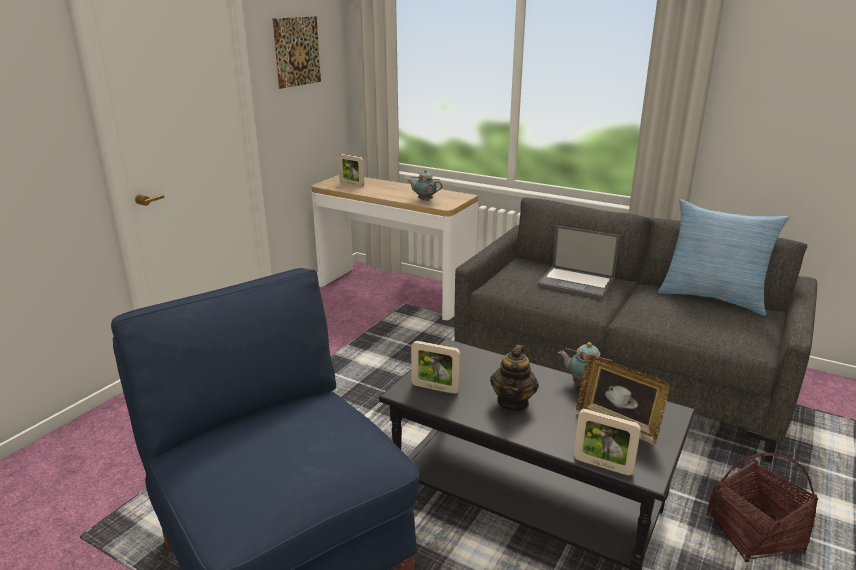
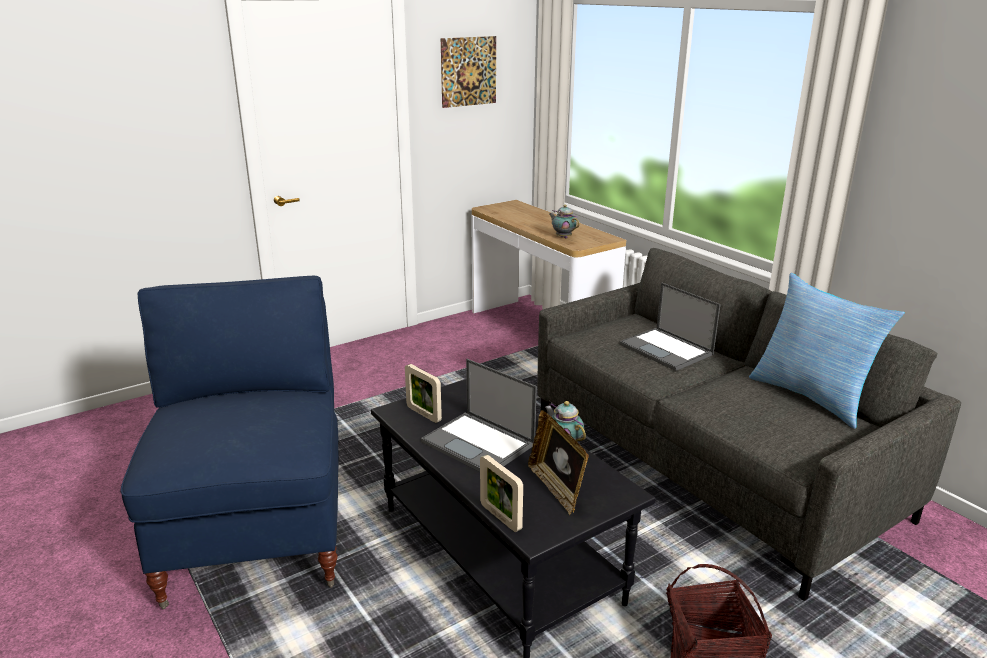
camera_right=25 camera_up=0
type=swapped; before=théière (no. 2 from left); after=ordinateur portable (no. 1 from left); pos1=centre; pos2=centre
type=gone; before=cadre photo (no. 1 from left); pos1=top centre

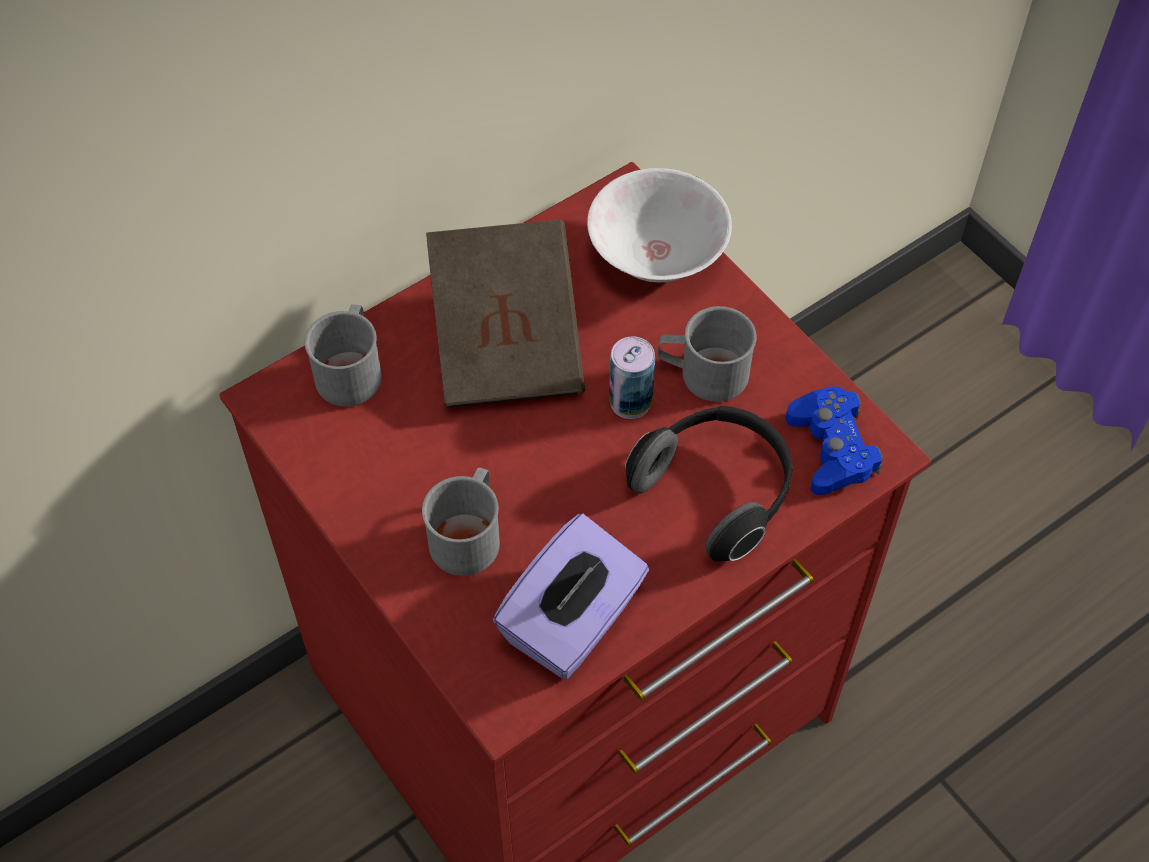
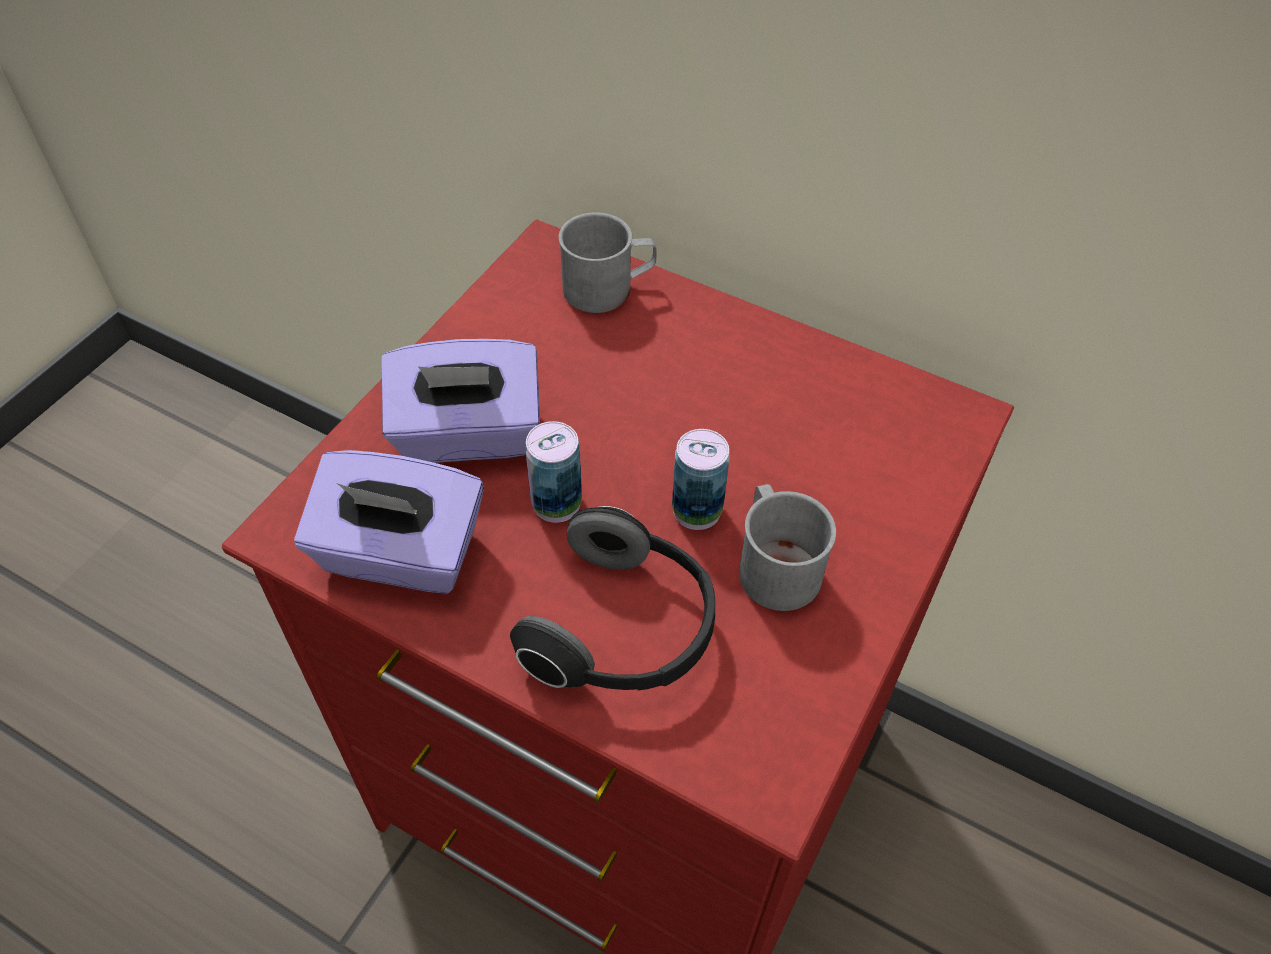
camera_right=65 camera_up=-5
type=swapped; before=mug [gris] (no. 2 from left); after=boîte à mouchoirs [violet] (no. 2 from left); pos1=centre; pos2=centre
type=new; after=boîte métallique (no. 1 from left); pos2=centre
type=gone; before=livre [marron]; pos1=centre
type=gone; before=bol [blanc]; pos1=top centre
type=gone; before=manette [bleu]; pos1=middle right

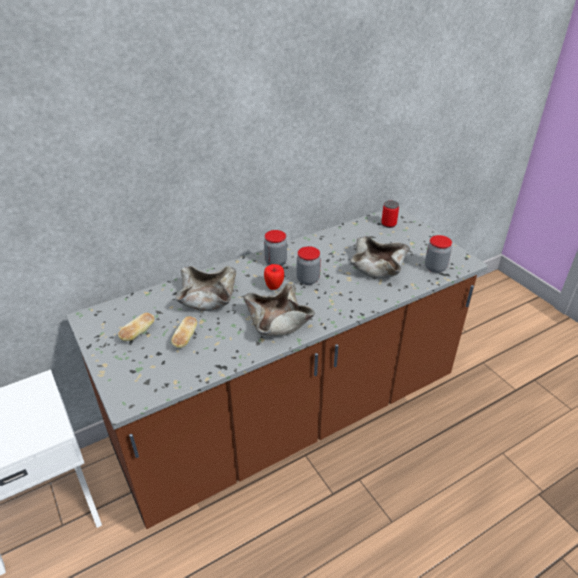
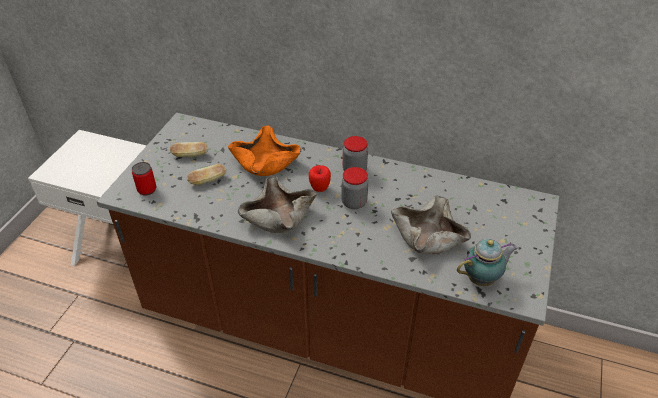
camera_right=50 camera_up=5
type=shifted; before=boîte métallique; pos1=middle right; pos2=middle left
type=repainted; before=bol [beige] (no. 1 from left); after=bol [orange]; pos1=centre; pos2=centre
type=swapped; before=bocal (no. 3 from left); after=théière; pos1=middle right; pos2=middle right

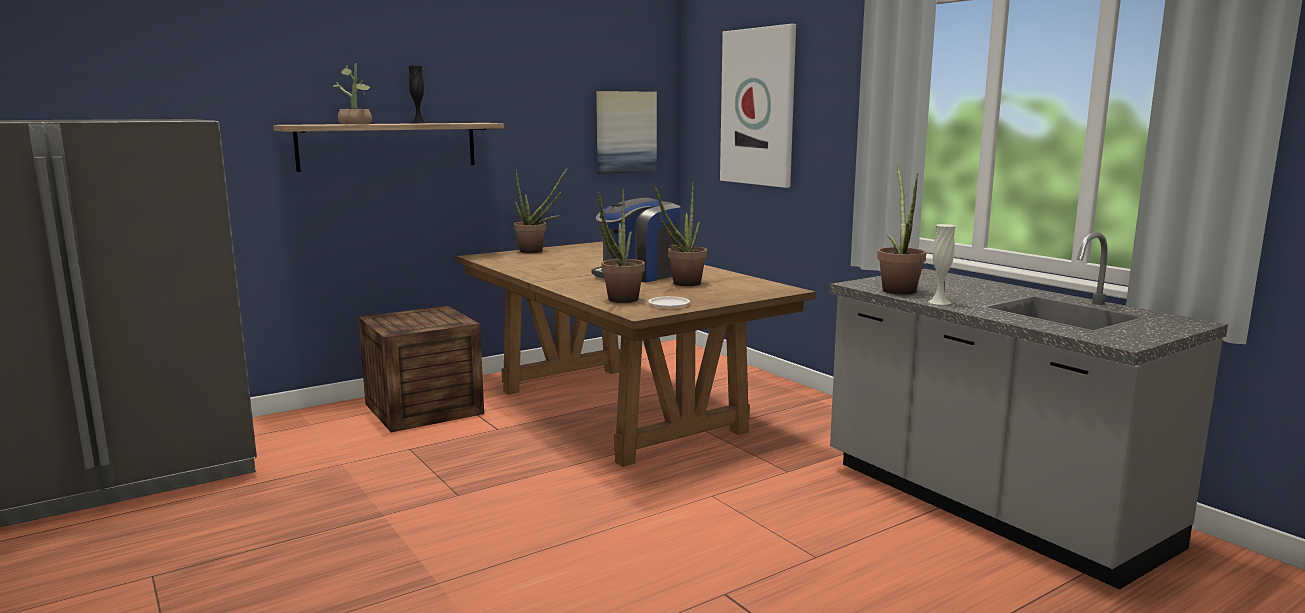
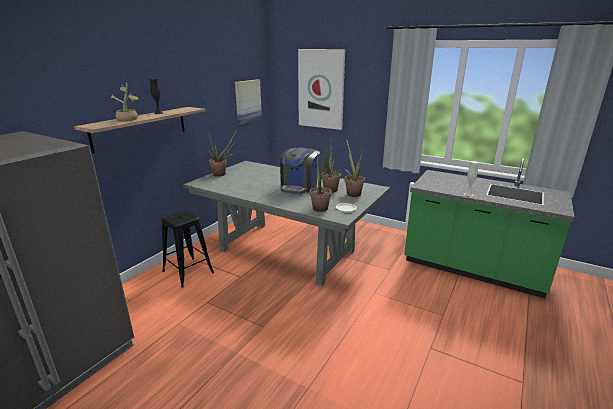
camera_right=-25 camera_up=10
type=swapped; before=caisse; after=tabouret [noir]; pos1=middle left; pos2=middle left
type=repainted; before=table à manger [marron]; after=table à manger [gris]; pos1=centre; pos2=centre
type=shifted; before=plante en pot (no. 5 from left); pos1=middle right; pos2=centre
type=repainted; before=comptoir de cuisine [gris]; after=comptoir de cuisine [vert]; pos1=bottom right; pos2=middle right

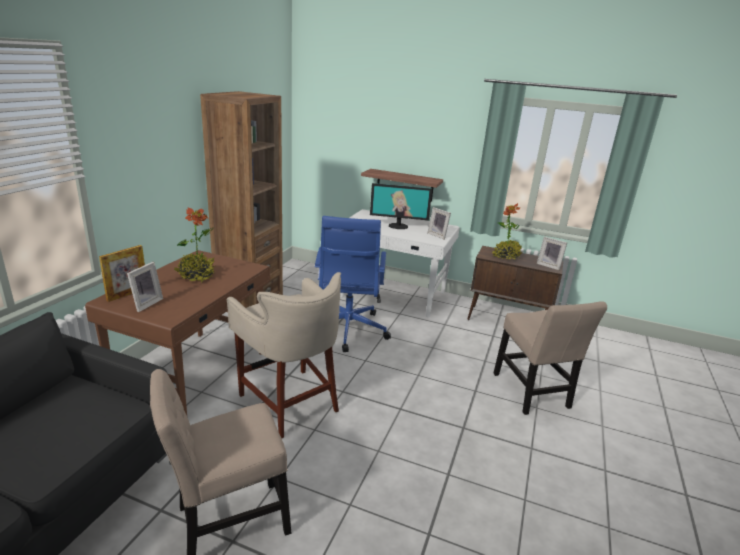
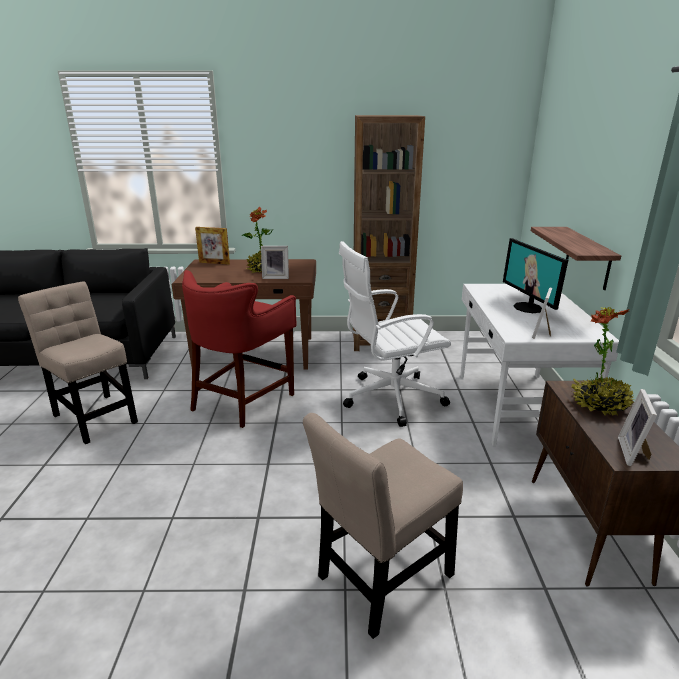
camera_right=70 camera_up=0
type=repainted; before=tabouret [beige]; after=tabouret [rouge]; pos1=centre; pos2=centre
type=shifted; before=cadre photo (no. 2 from left); pos1=middle left; pos2=centre
type=repainted; before=chaise de bureau [bleu]; after=chaise de bureau [blanc]; pos1=centre; pos2=centre

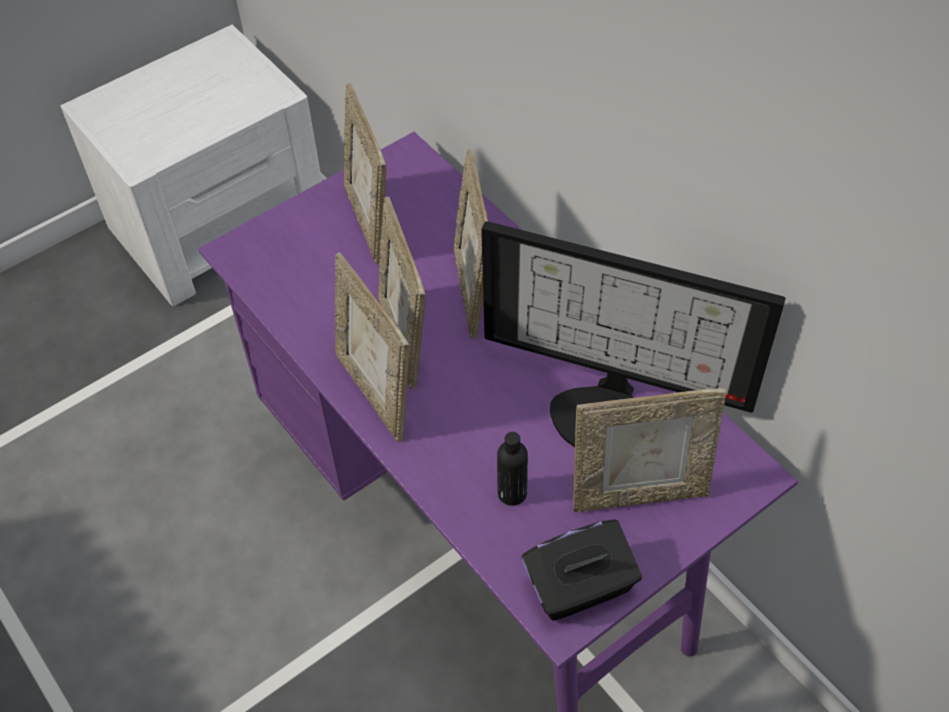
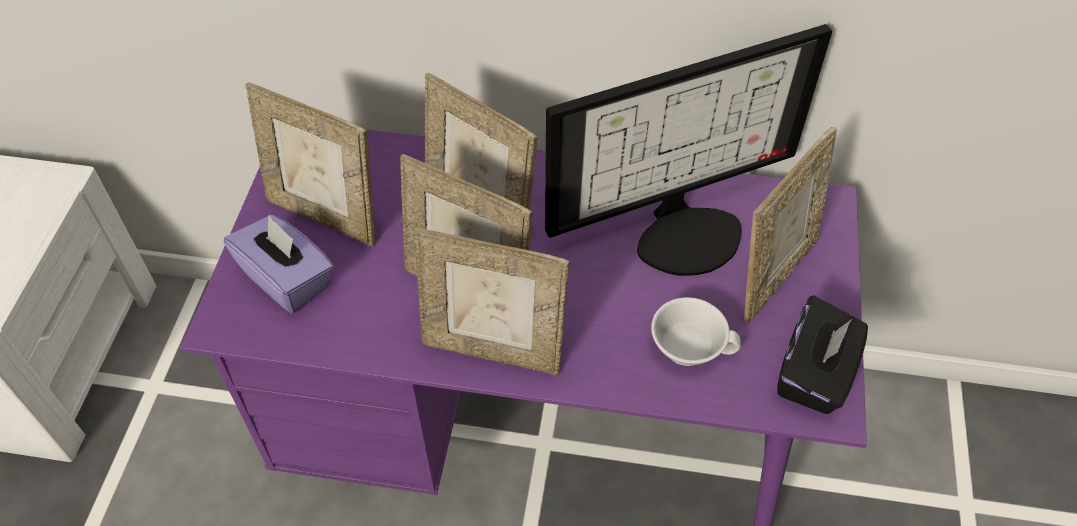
camera_right=-45 camera_up=0
type=new; after=boîte à mouchoirs [violet]; pos2=middle left
type=swapped; before=bouteille [noir]; after=tasse [blanc]; pos1=centre; pos2=centre

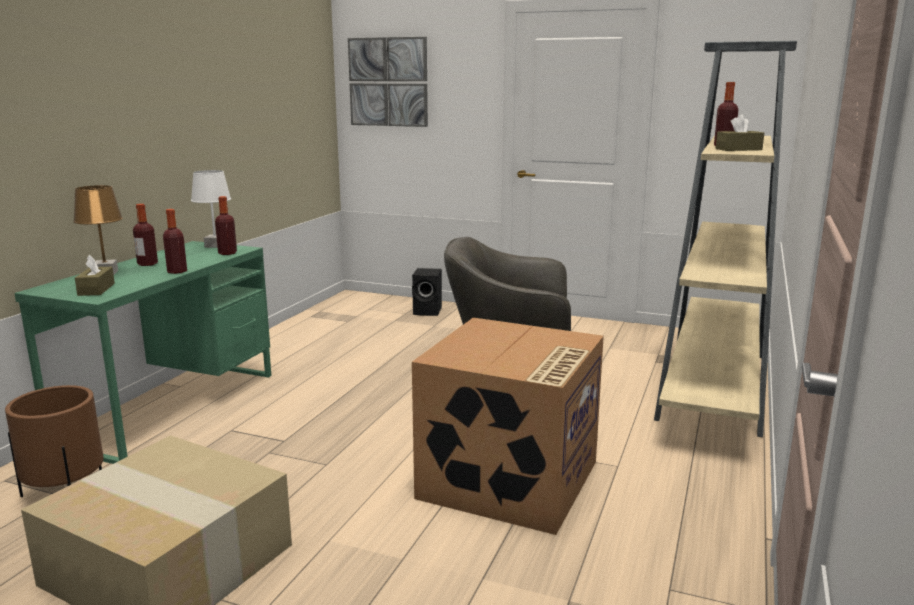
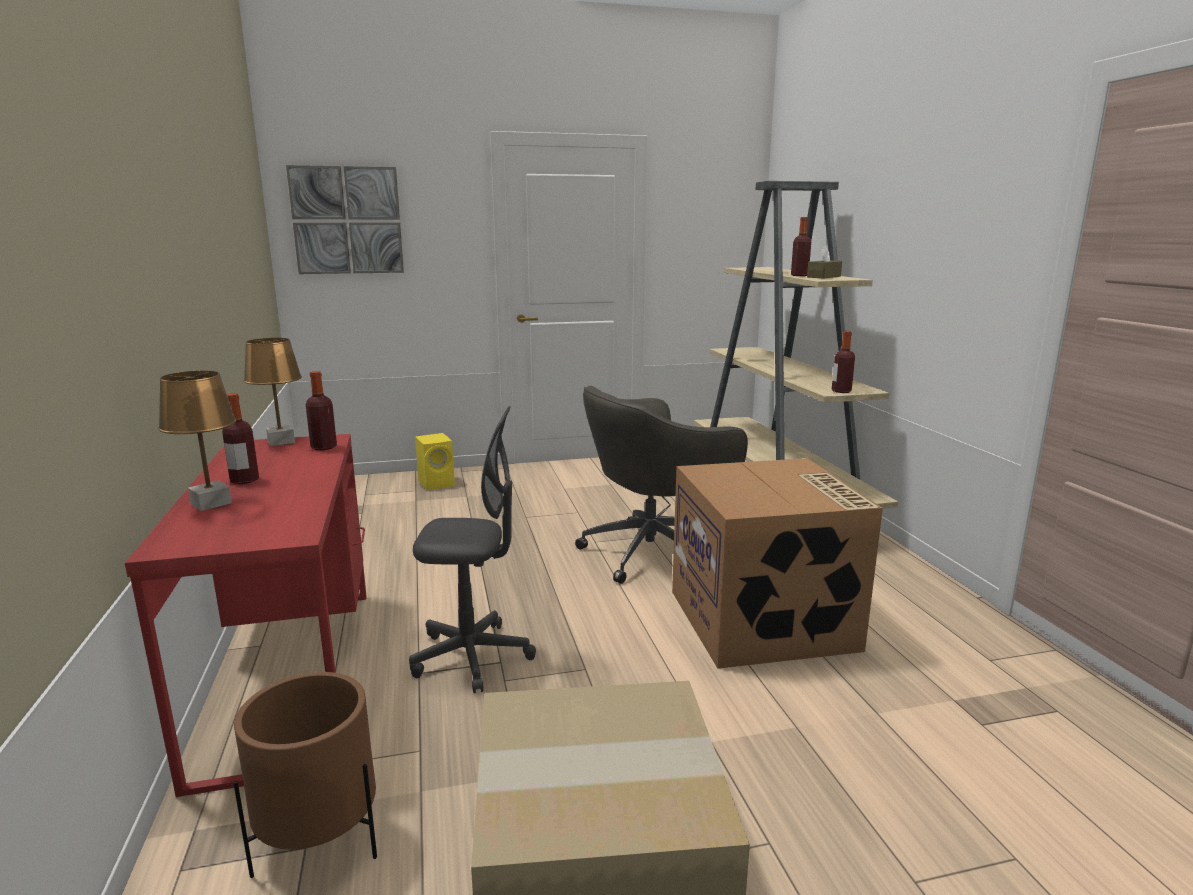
camera_right=-35 camera_up=0
type=repainted; before=bureau [vert]; after=bureau [rouge]; pos1=middle left; pos2=bottom left
type=repainted; before=lampe de table [blanc]; after=lampe de table [marron] (no. 2 from left); pos1=middle left; pos2=middle left
type=new; after=chaise de bureau [gris] (no. 1 from left); pos2=centre
type=repainted; before=enceinte [noir]; after=enceinte [jaune]; pos1=centre; pos2=centre
type=shifted; before=bouteille (no. 2 from left in the first image); after=bouteille (no. 4 from left); pos1=middle left; pos2=middle right
type=gone; before=boîte à mouchoirs [marron] (no. 1 from left); pos1=middle left

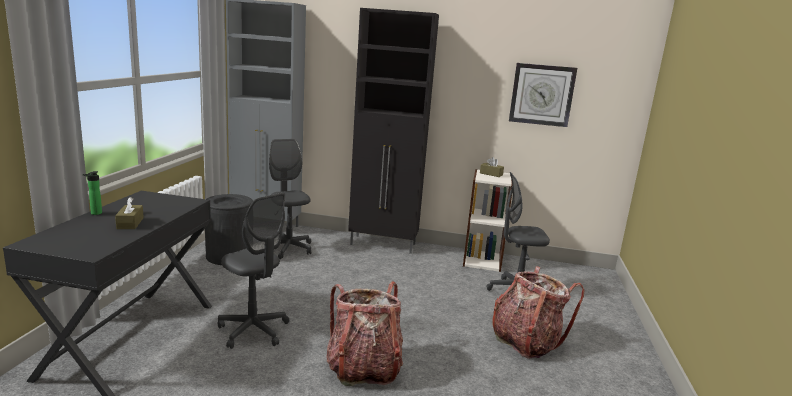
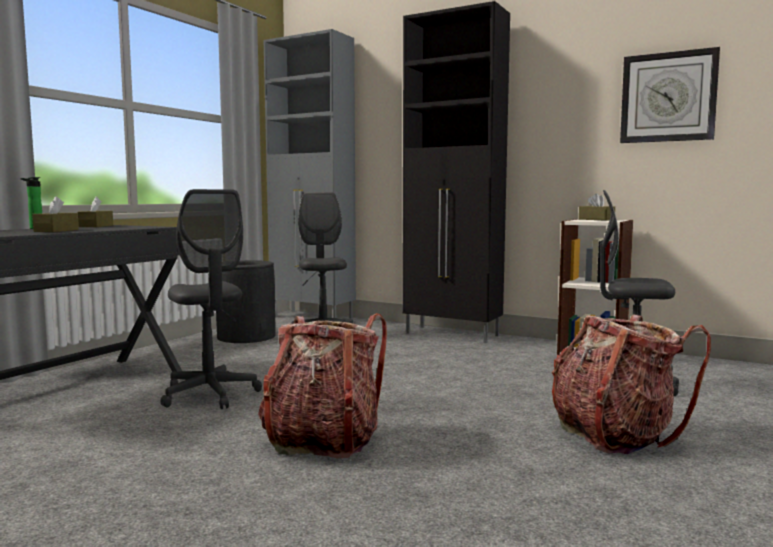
camera_right=20 camera_up=-10
type=new; after=boîte à mouchoirs [marron] (no. 2 from left); pos2=middle left

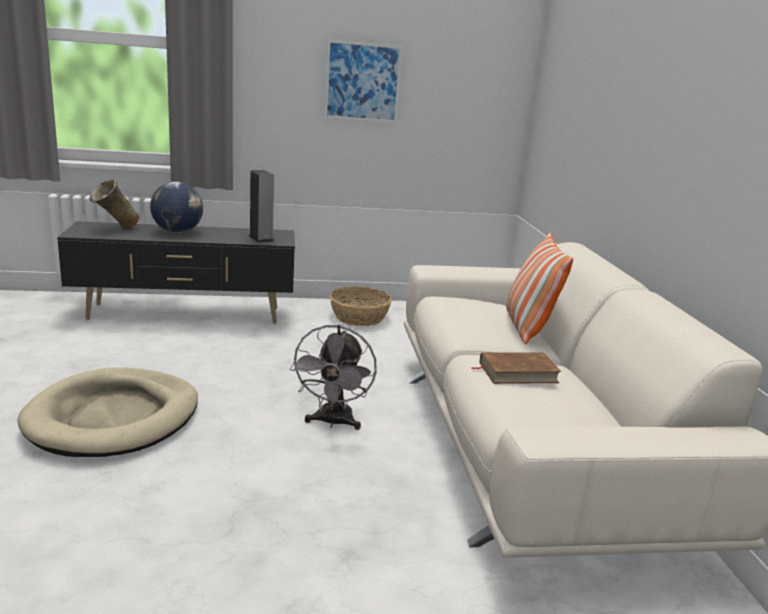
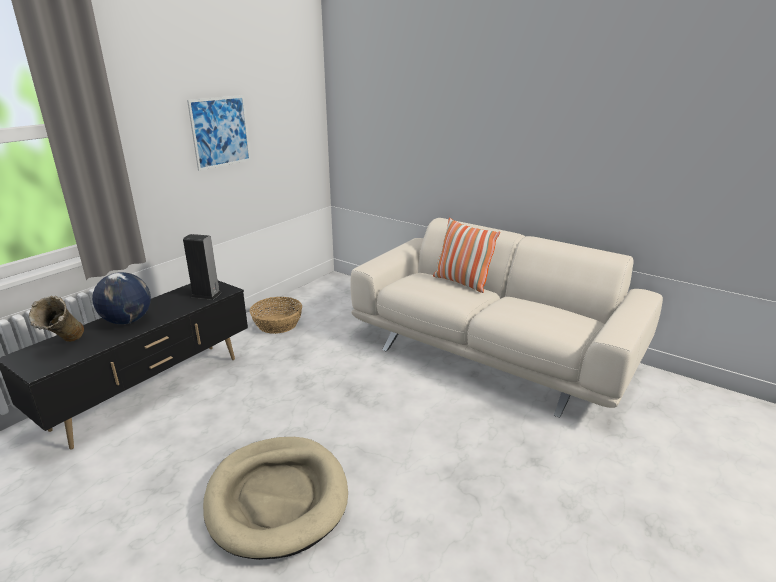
camera_right=-45 camera_up=5
type=gone; before=ventilateur [gris]; pos1=centre
type=gone; before=livre [marron]; pos1=middle right

